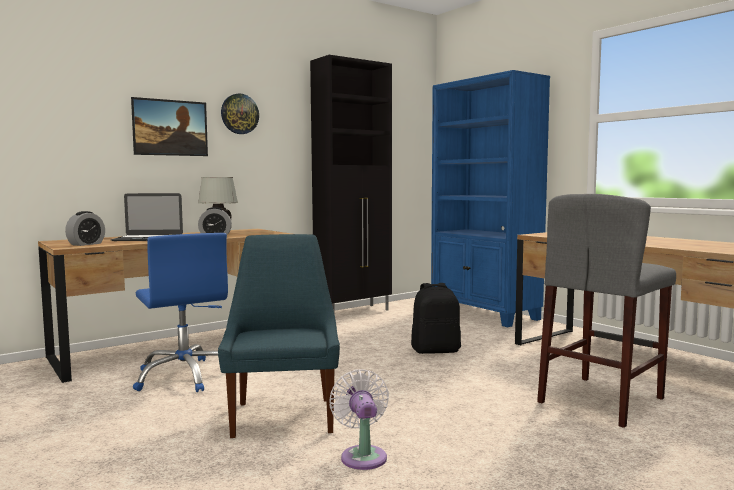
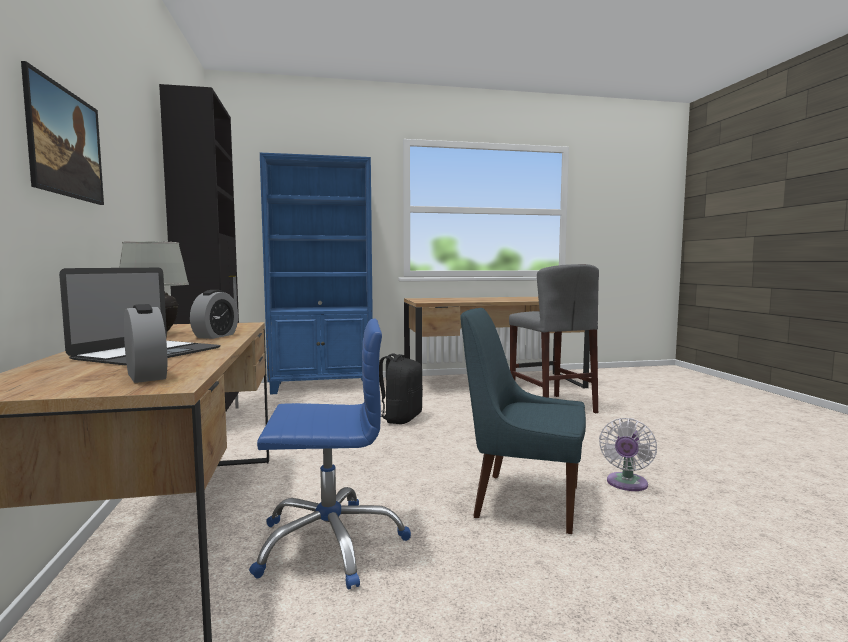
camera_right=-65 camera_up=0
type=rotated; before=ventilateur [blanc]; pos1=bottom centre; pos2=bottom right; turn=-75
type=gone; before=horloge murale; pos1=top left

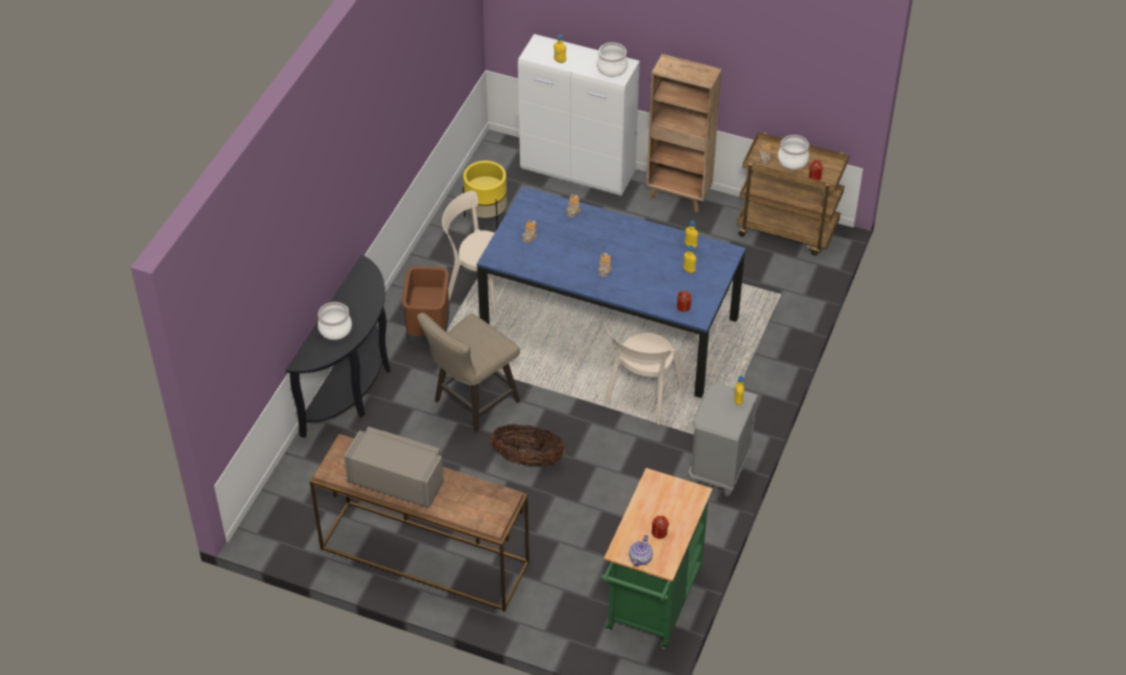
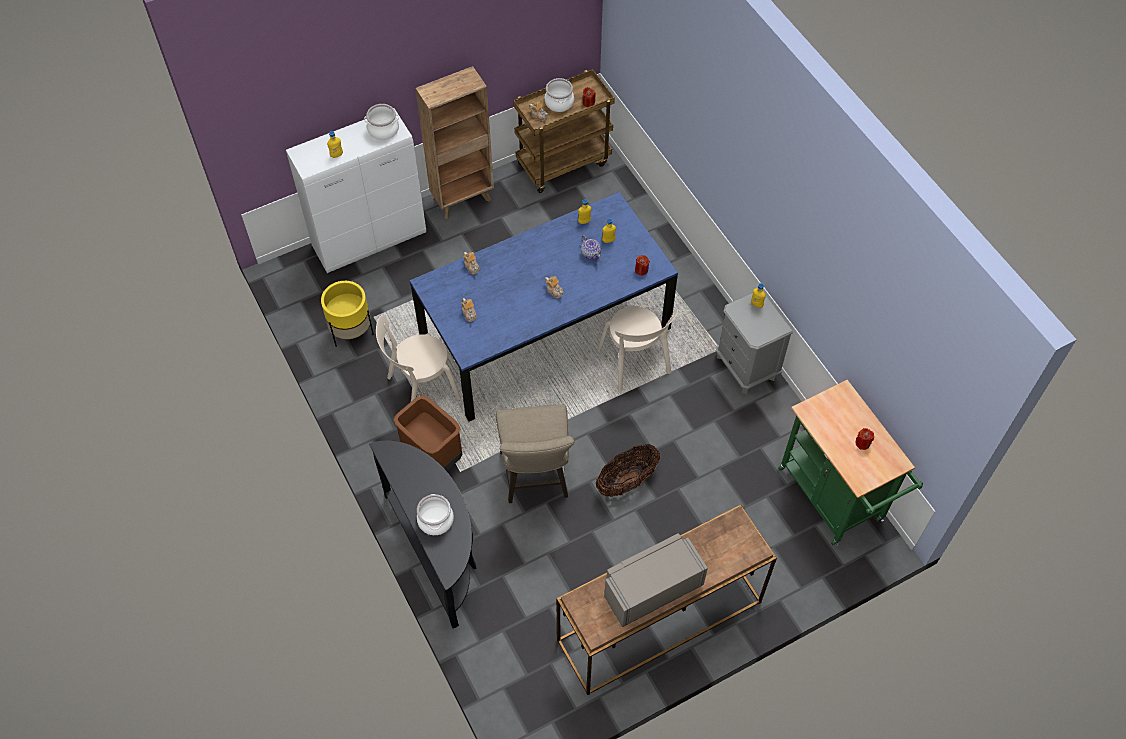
camera_right=-50 camera_up=10
type=shifted; before=théière (no. 4 from left in the first image); after=théière (no. 5 from left); pos1=bottom centre; pos2=centre

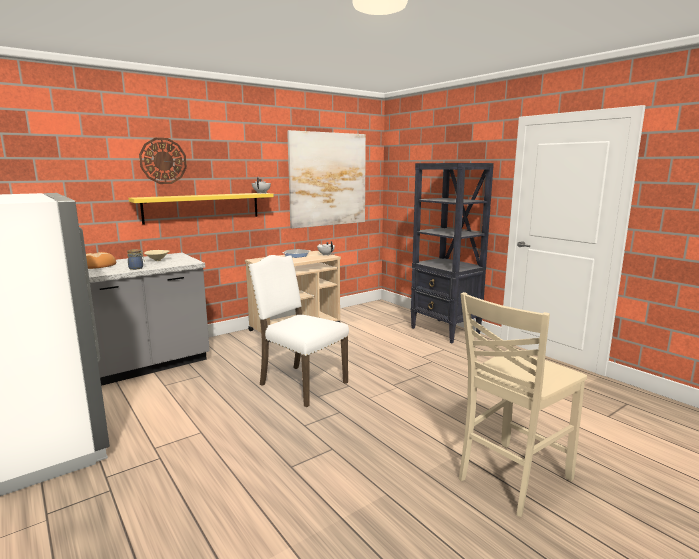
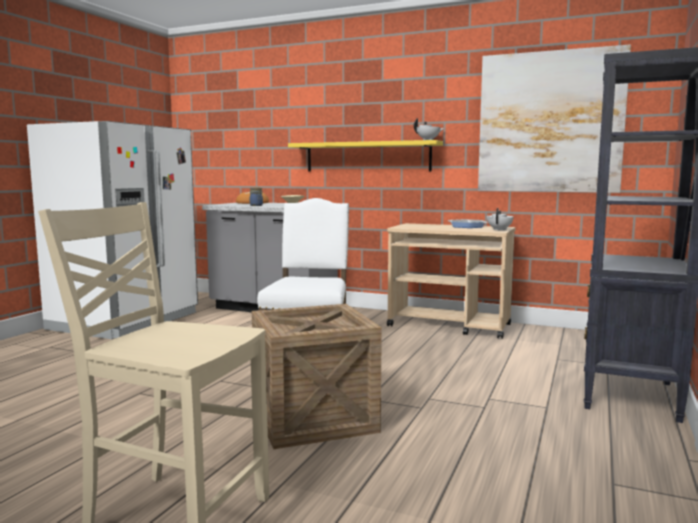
camera_right=60 camera_up=-5
type=new; after=caisse; pos2=bottom centre
type=gone; before=horloge murale; pos1=top left

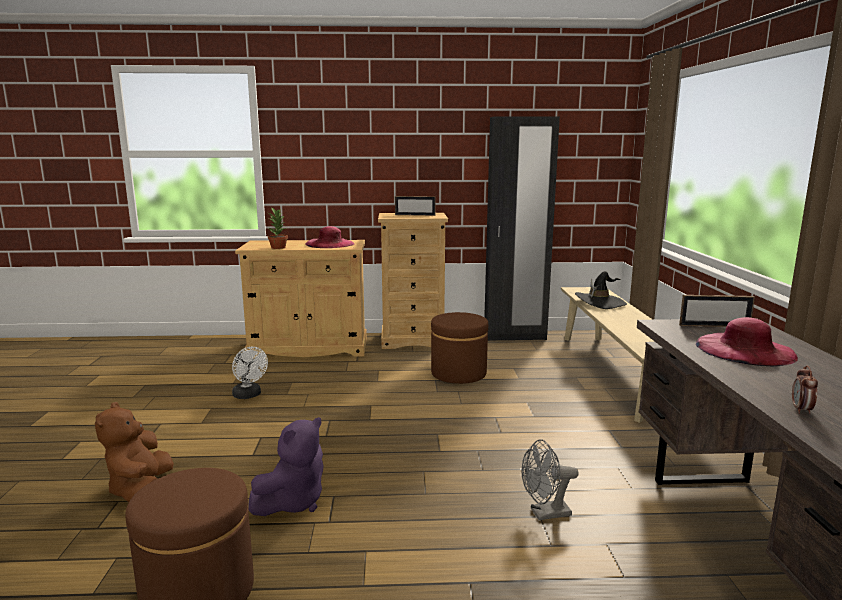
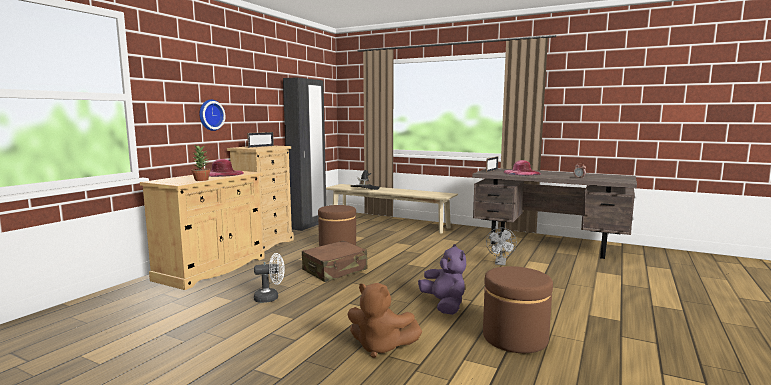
camera_right=-60 camera_up=-5
type=new; after=horloge murale; pos2=top left
type=new; after=valise [marron]; pos2=bottom centre

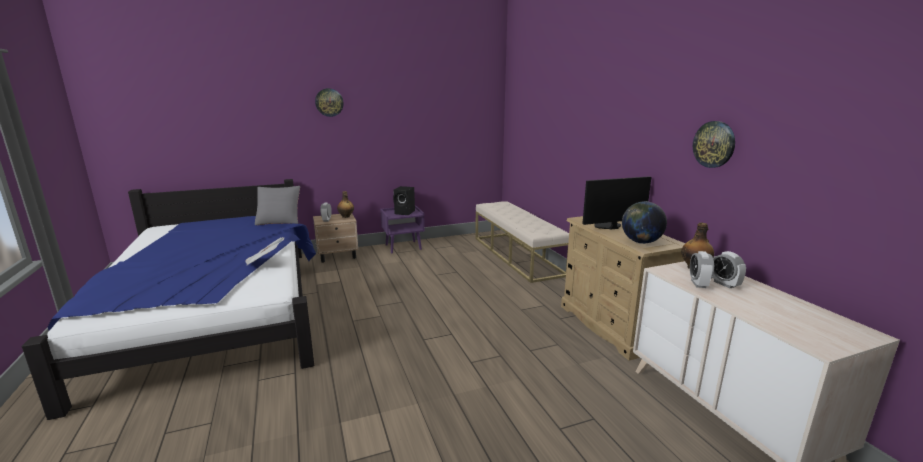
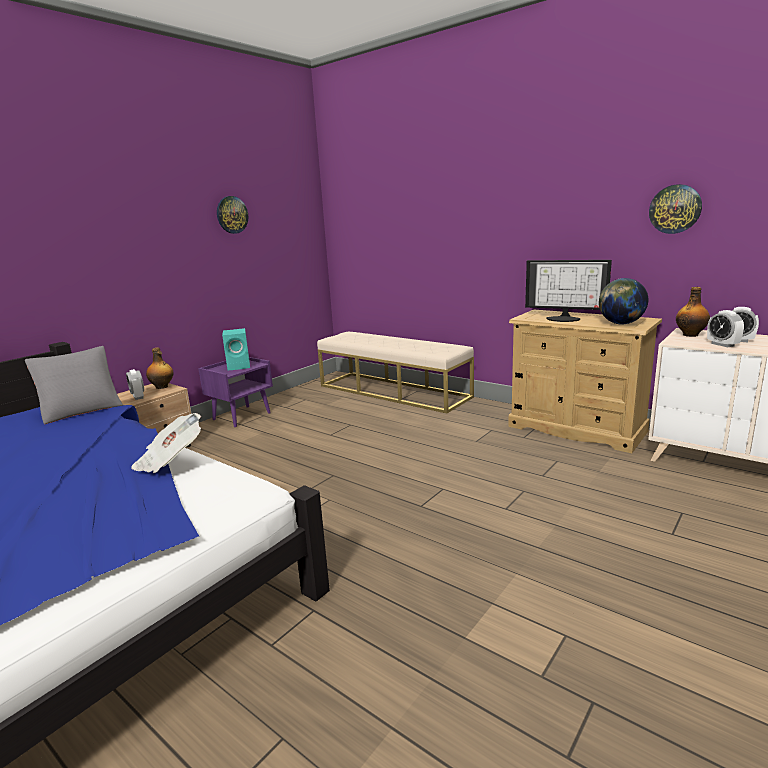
camera_right=-30 camera_up=0
type=shifted; before=horloge murale (no. 1 from left); pos1=top centre; pos2=top left
type=repainted; before=enceinte [noir]; after=enceinte [turquoise]; pos1=centre; pos2=middle left
type=rotated; before=écran d'ordinateur; pos1=middle right; pos2=middle right; turn=-105

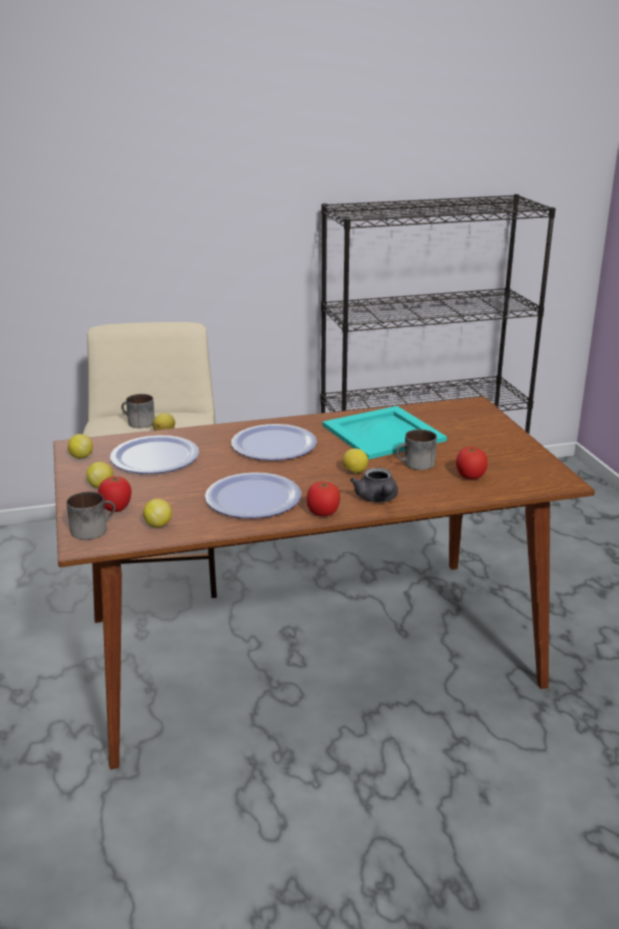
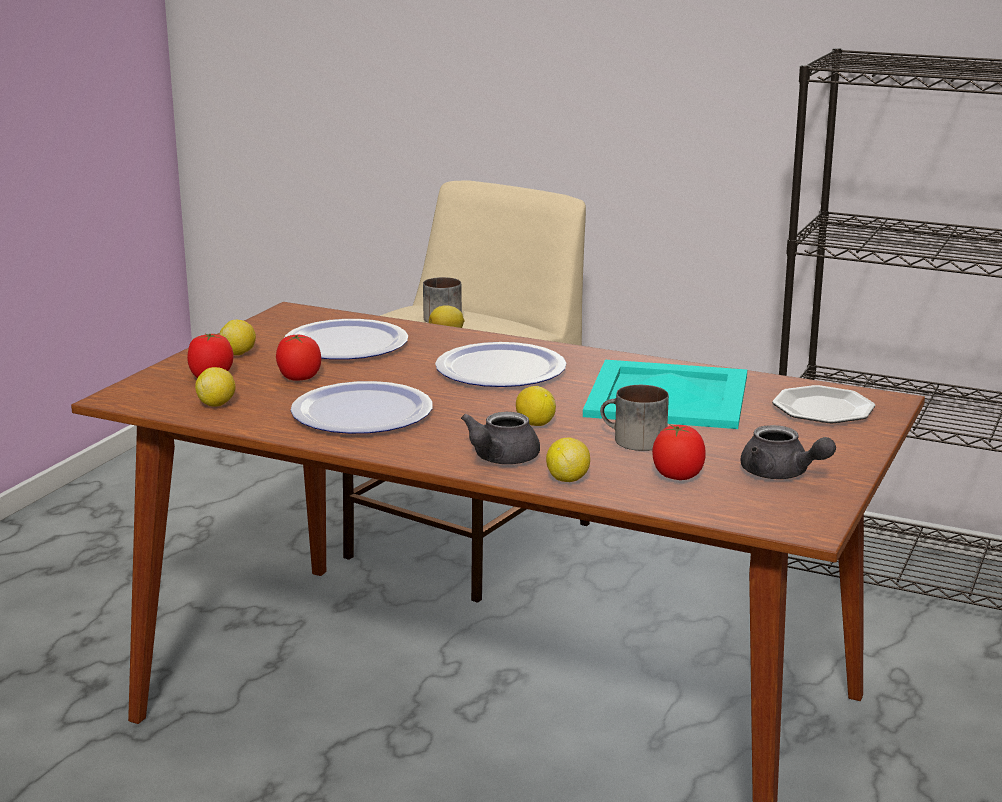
camera_right=40 camera_up=-5
type=shifted; before=tomate (no. 2 from left); pos1=centre; pos2=middle left
type=shifted; before=citron (no. 1 from left in the first image); after=citron (no. 5 from left); pos1=middle left; pos2=centre
type=new; after=théière [gris] (no. 2 from left); pos2=middle right
type=new; after=assiette (no. 4 from left); pos2=middle right
type=gone; before=mug (no. 1 from left); pos1=middle left

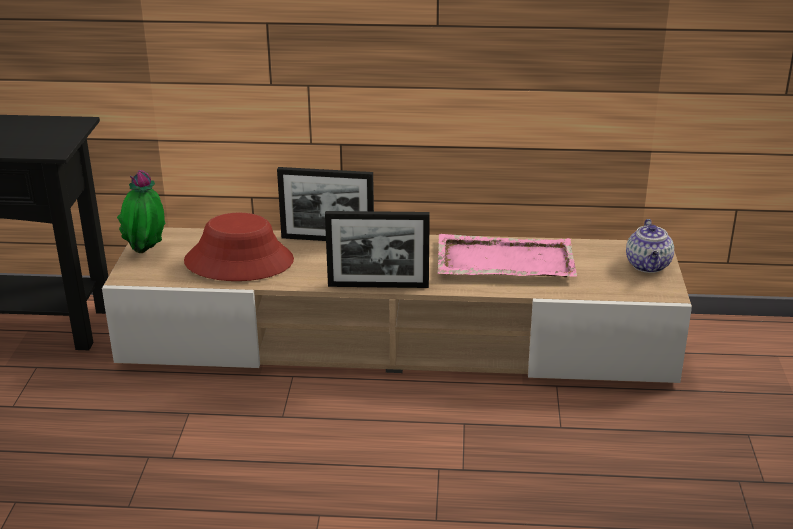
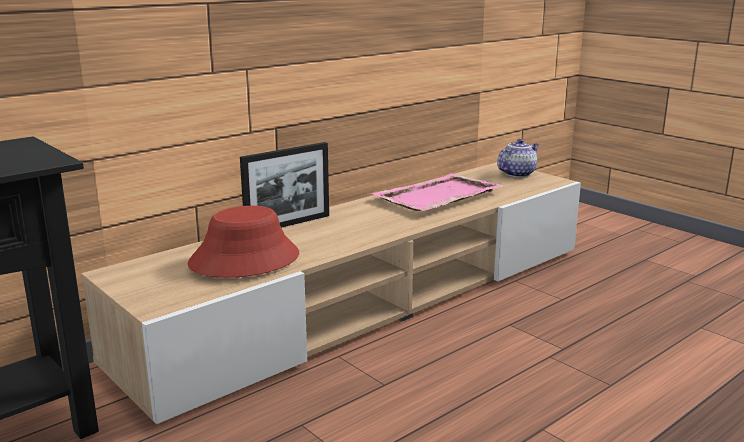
camera_right=-45 camera_up=-10
type=rotated; before=théière; pos1=middle right; pos2=middle right; turn=-90
type=gone; before=plante en pot; pos1=middle left
type=gone; before=cadre photo (no. 2 from left); pos1=centre

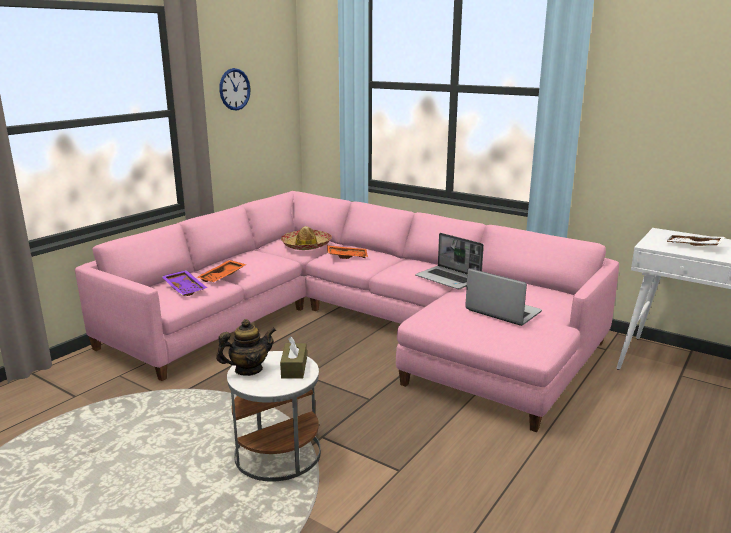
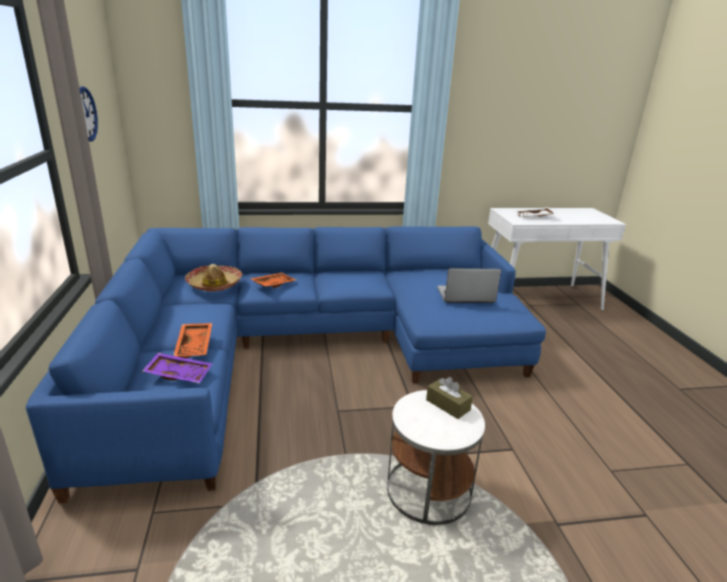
camera_right=-45 camera_up=5
type=repainted; before=canapé [rose]; after=canapé [bleu]; pos1=centre; pos2=centre
type=gone; before=théière; pos1=centre
type=gone; before=ordinateur portable (no. 1 from left); pos1=centre

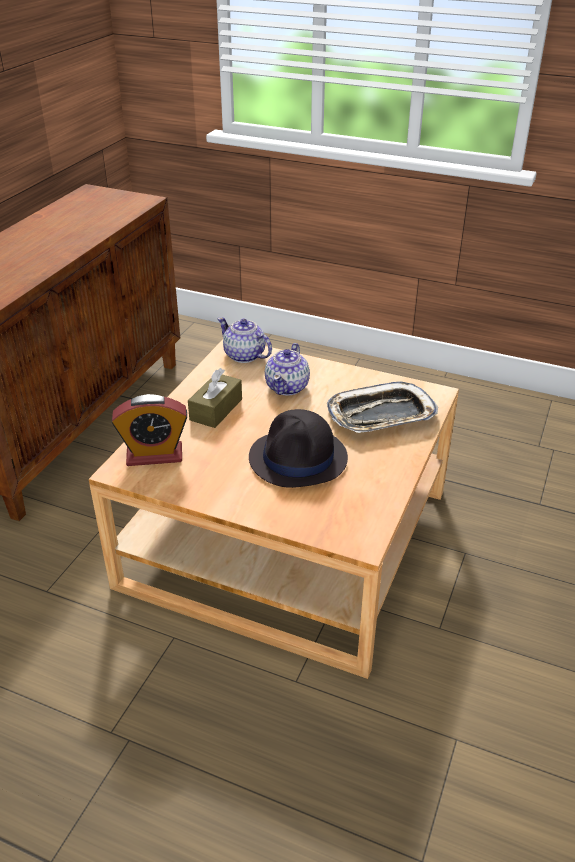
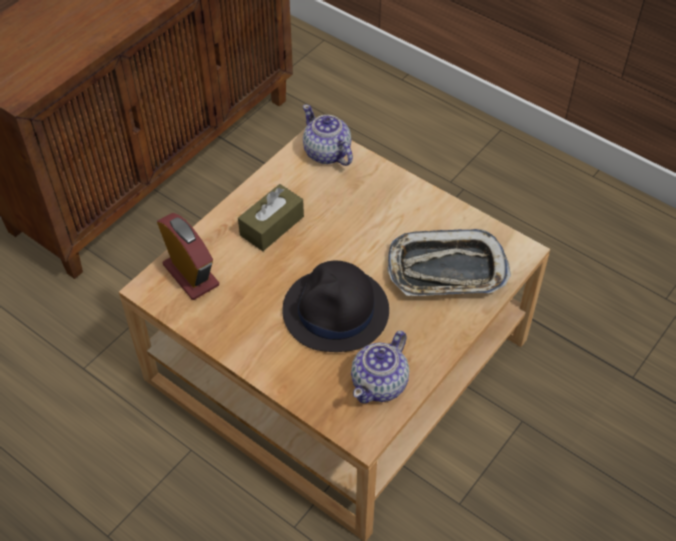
camera_right=15 camera_up=15
type=rotated; before=réveil; pos1=middle left; pos2=middle left; turn=-135
type=shifted; before=théière (no. 2 from left); pos1=centre; pos2=bottom centre

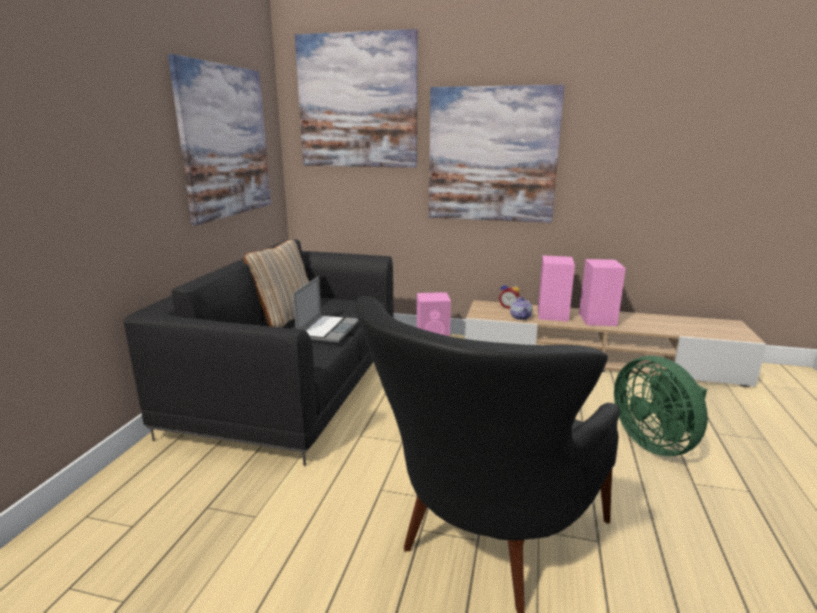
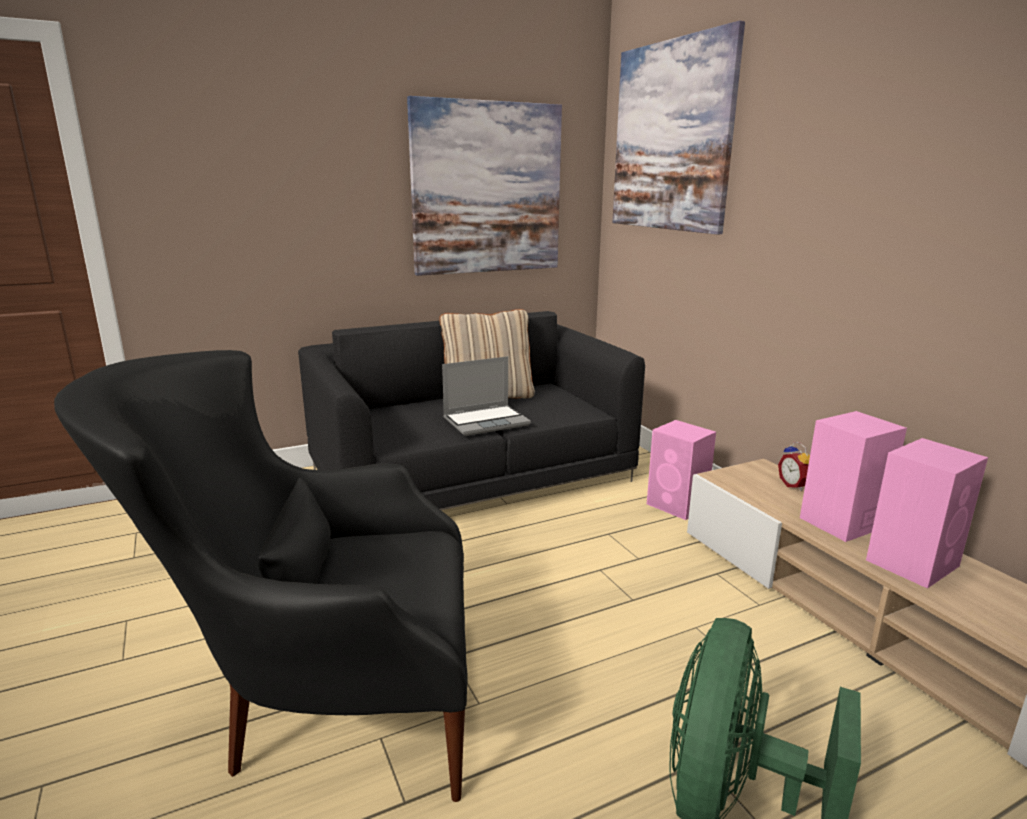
camera_right=50 camera_up=0
type=gone; before=tableau (no. 3 from left); pos1=top centre
type=gone; before=théière; pos1=centre

